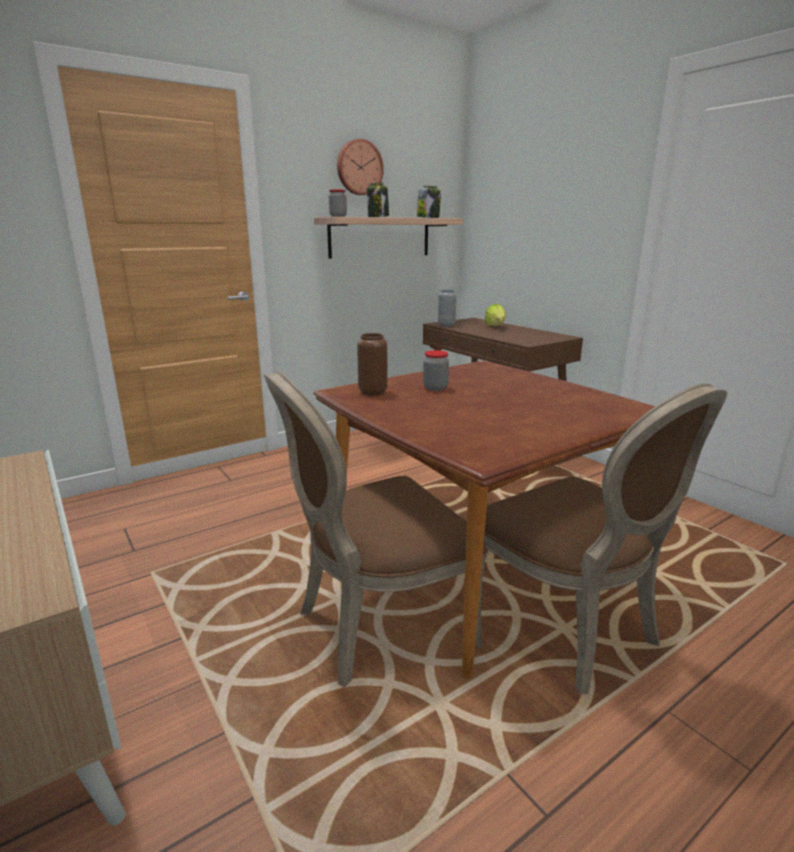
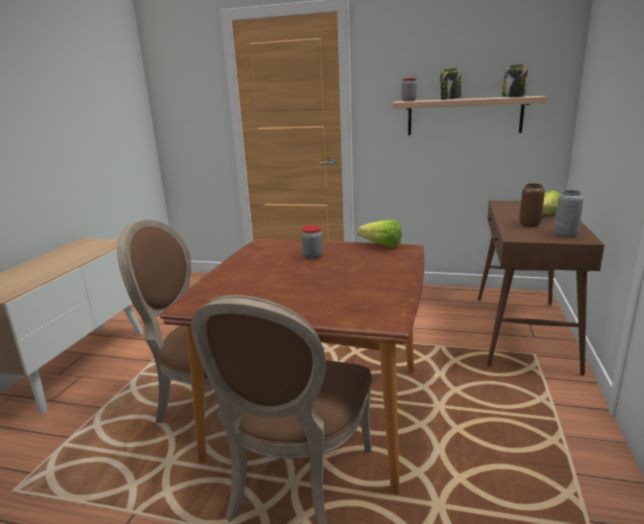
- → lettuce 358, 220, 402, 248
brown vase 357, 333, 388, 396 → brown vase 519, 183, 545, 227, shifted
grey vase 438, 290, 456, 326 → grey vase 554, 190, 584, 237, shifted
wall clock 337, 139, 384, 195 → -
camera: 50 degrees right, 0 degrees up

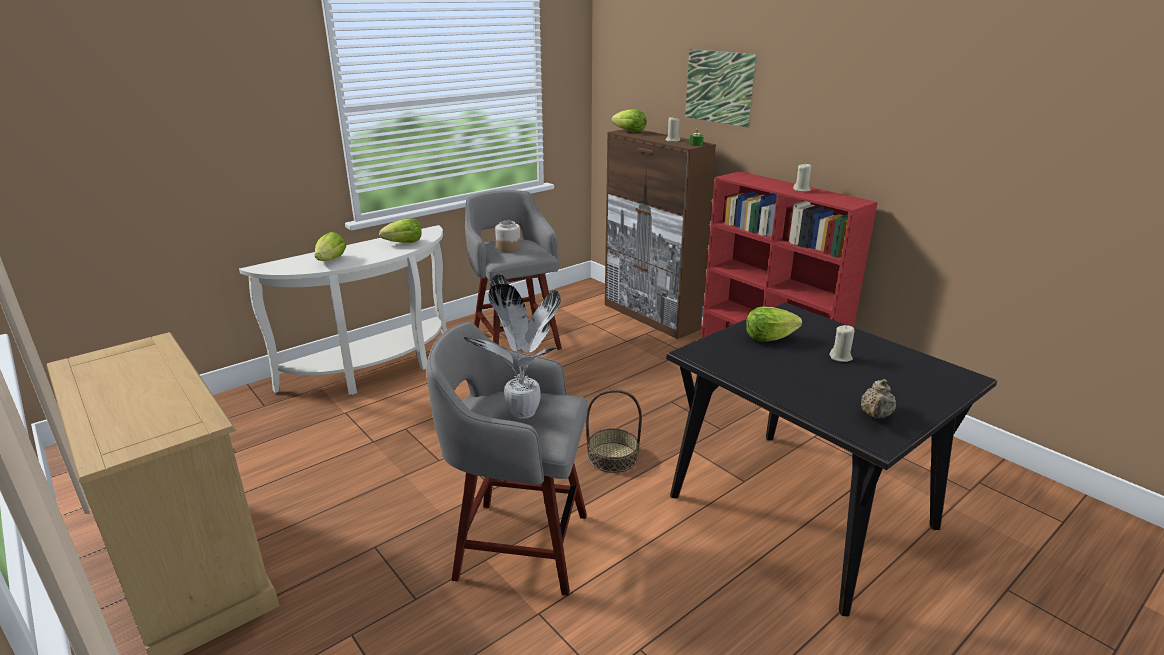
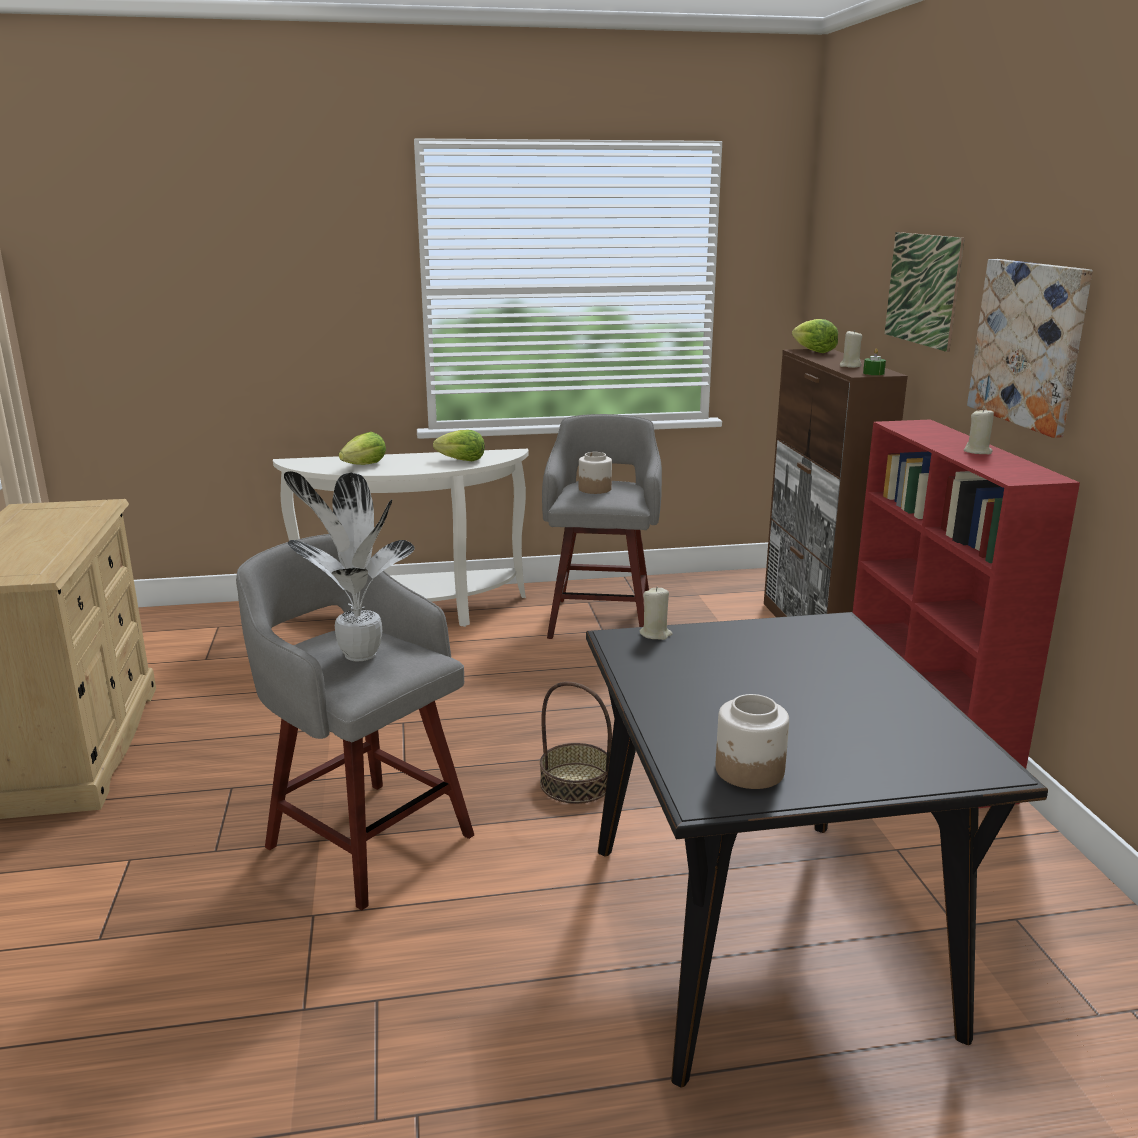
beige candle 830, 325, 854, 362 → beige candle 639, 587, 673, 640, shifted
beige teapot 861, 379, 896, 419 → jar 716, 694, 789, 789
- → picture 967, 259, 1093, 438
lettuce 746, 306, 802, 342 → -
camera: 30 degrees right, 5 degrees down

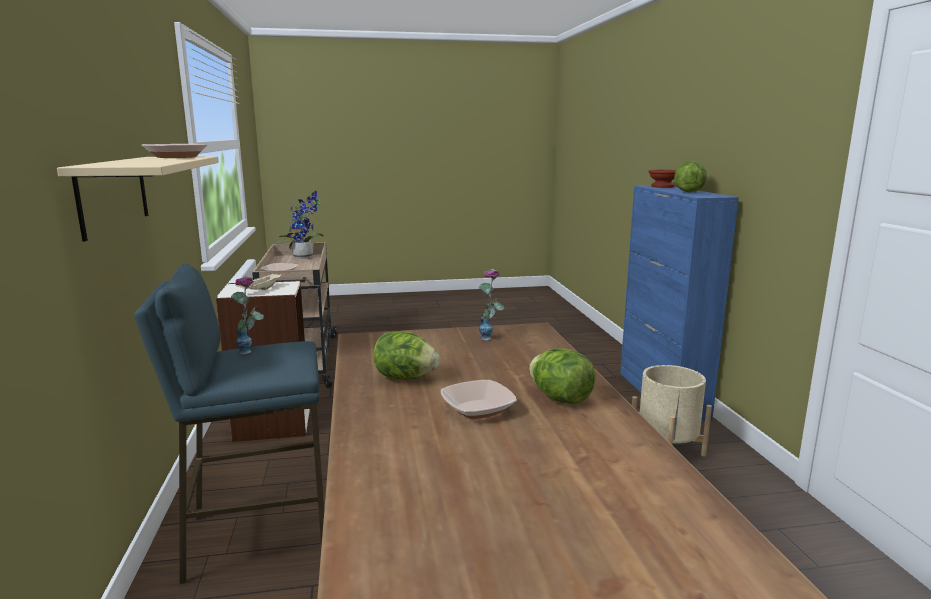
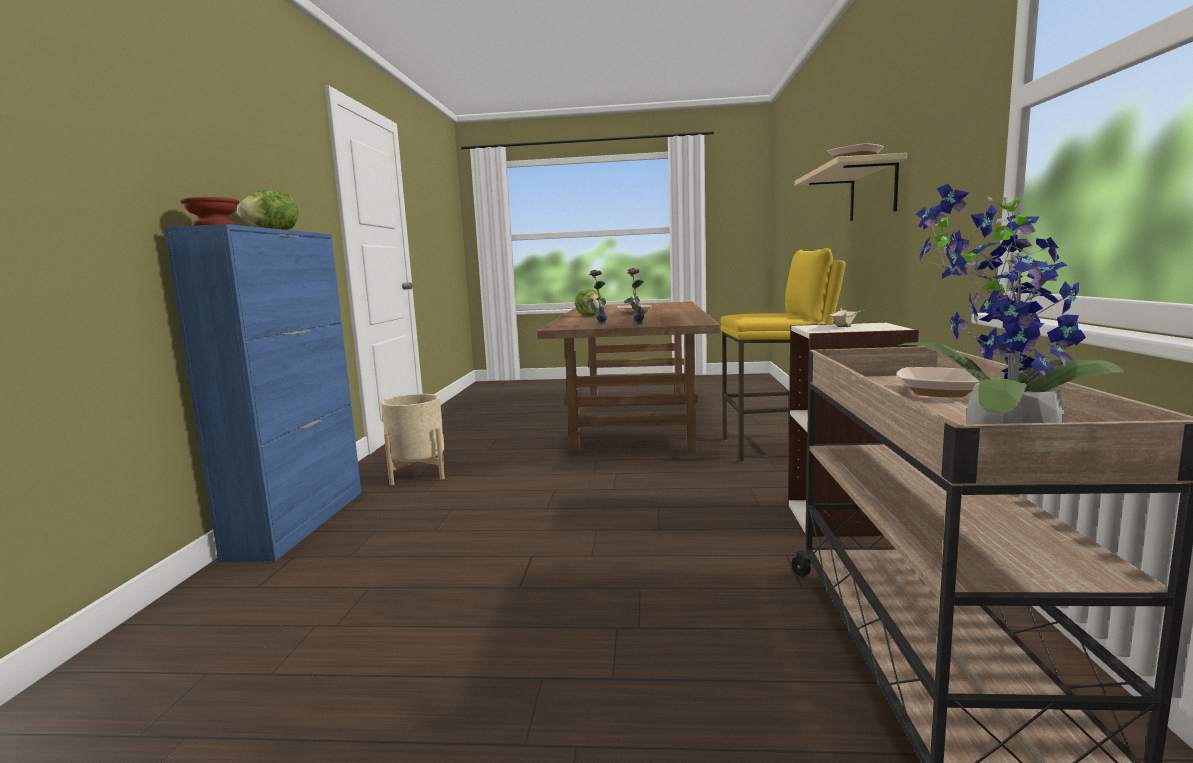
vase 231, 276, 264, 355 → vase 624, 268, 644, 324, shifted
blue stool 134, 263, 324, 584 → yellow stool 720, 248, 846, 462
lettuce 374, 331, 440, 380 → -
camera: 165 degrees left, 5 degrees down

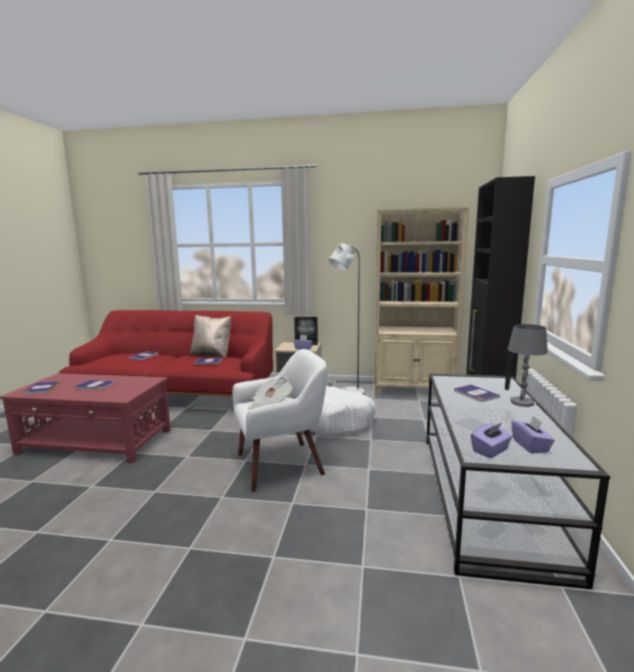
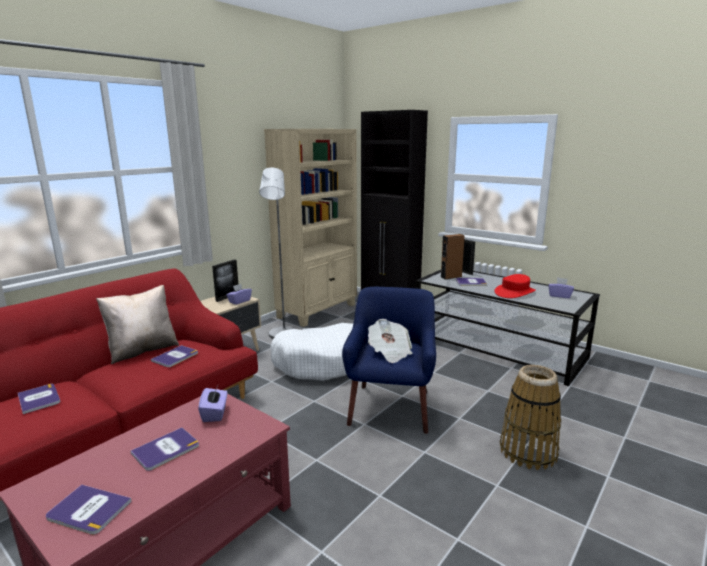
purple tissue box 471, 423, 513, 458 → purple tissue box 198, 388, 227, 422, shifted
white armchair 232, 349, 327, 492 → blue armchair 342, 287, 436, 434
- → brown speaker 441, 234, 465, 279
- → red hat 494, 274, 536, 298
- → basket 500, 365, 561, 470
grey table lamp 508, 324, 548, 407 → -
camera: 60 degrees left, 5 degrees up

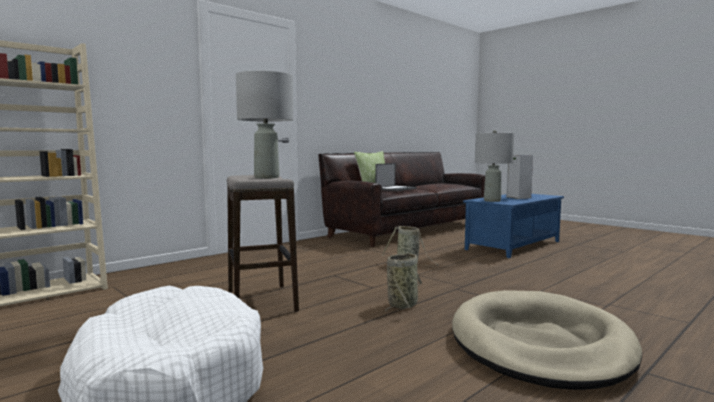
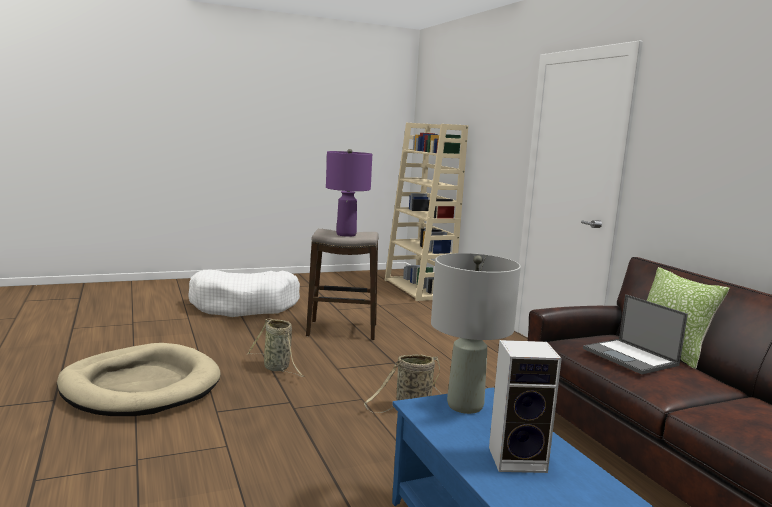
grey table lamp 236, 71, 293, 178 → purple table lamp 326, 149, 372, 237
camera: 110 degrees right, 5 degrees up

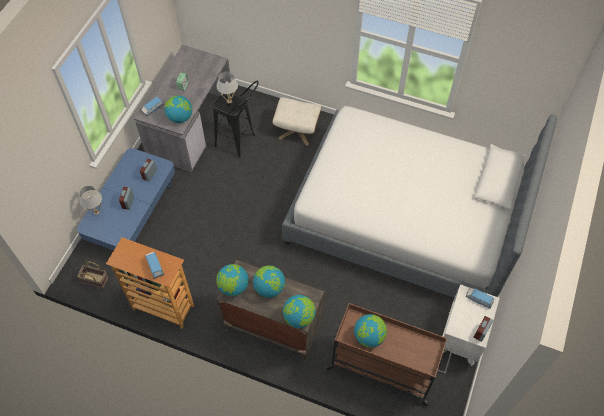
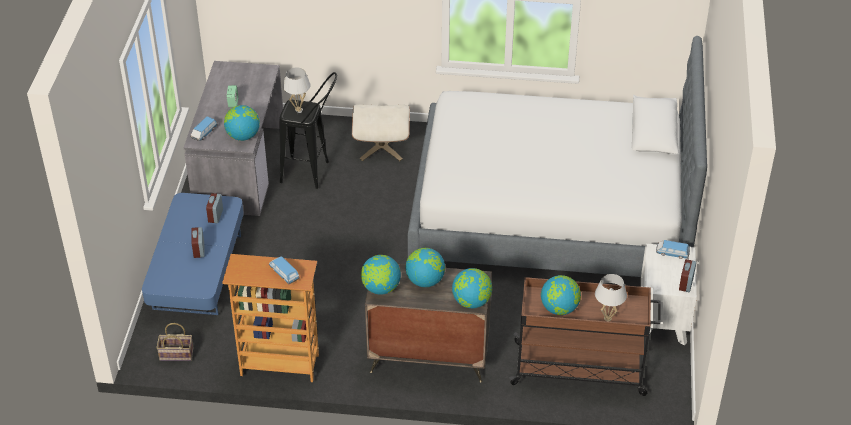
white table lamp 79, 186, 102, 215 → white table lamp 595, 274, 627, 322, shifted
camera: 15 degrees left, 15 degrees down

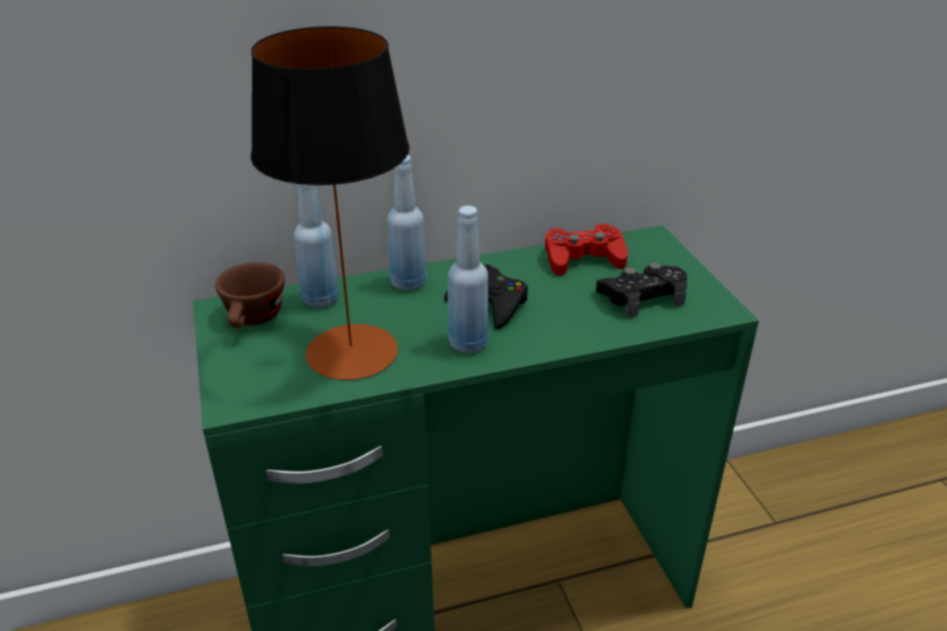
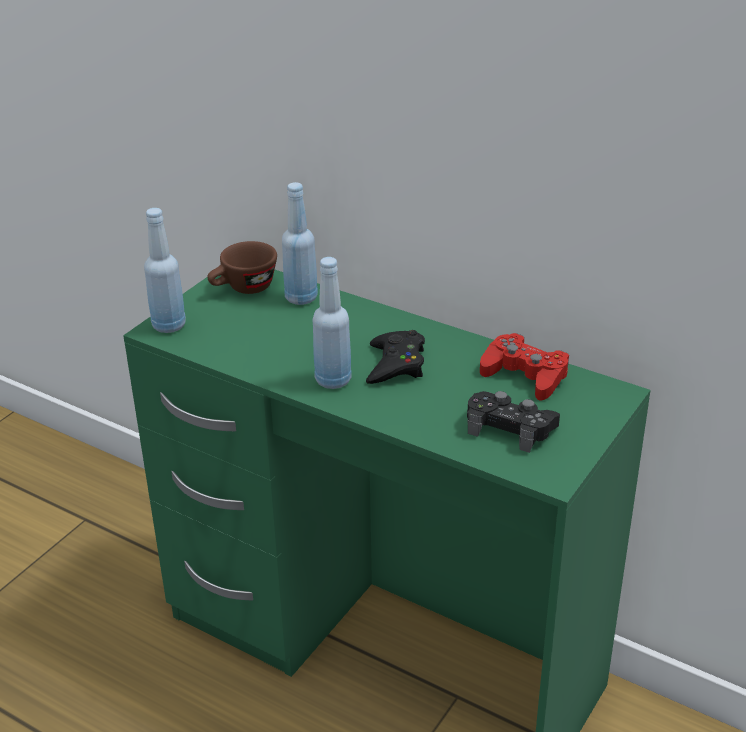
blue bottle 387, 155, 427, 291 → blue bottle 144, 208, 186, 333, shifted
table lamp 251, 26, 410, 380 → -
camera: 50 degrees right, 0 degrees up

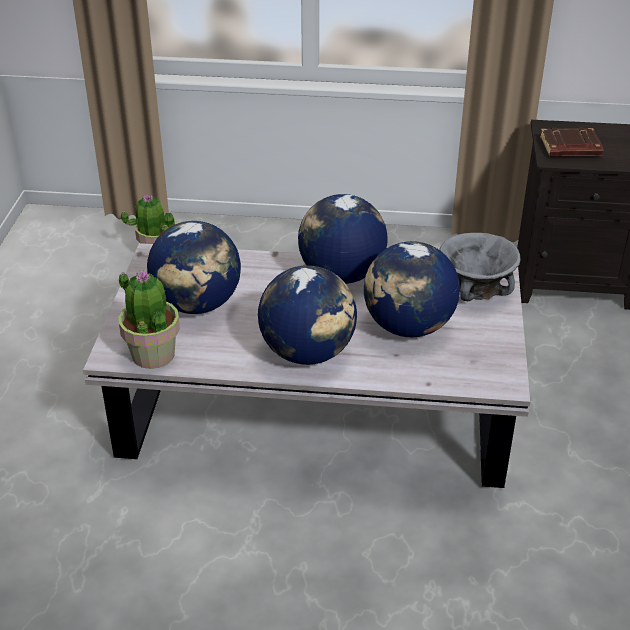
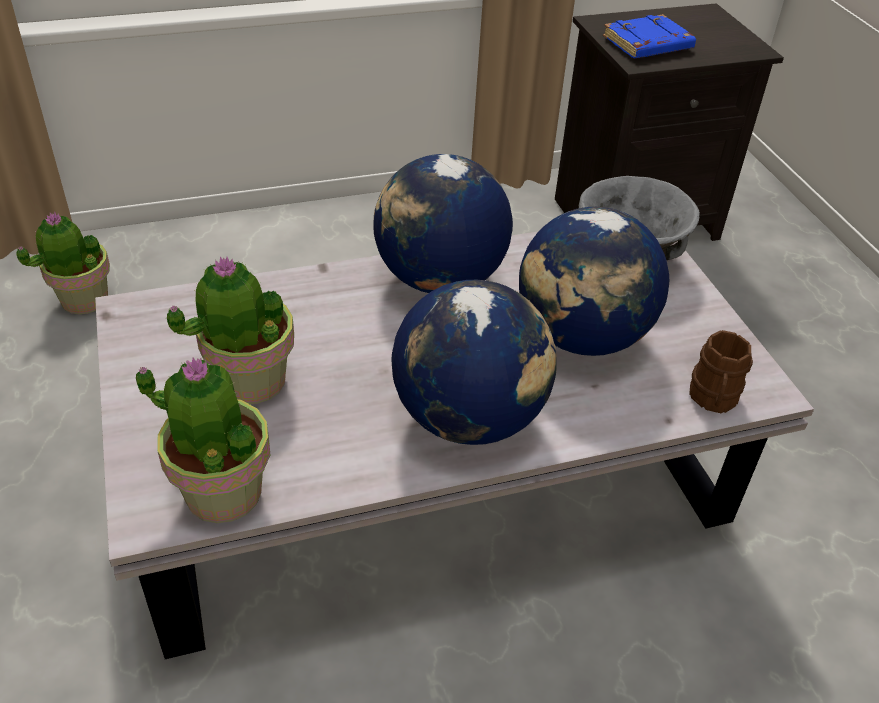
globe 147, 221, 241, 314 → potted plant 167, 257, 294, 404
brown book 540, 127, 604, 157 → blue book 603, 14, 696, 59
- → brown mug 689, 330, 753, 413
camera: 25 degrees left, 5 degrees up

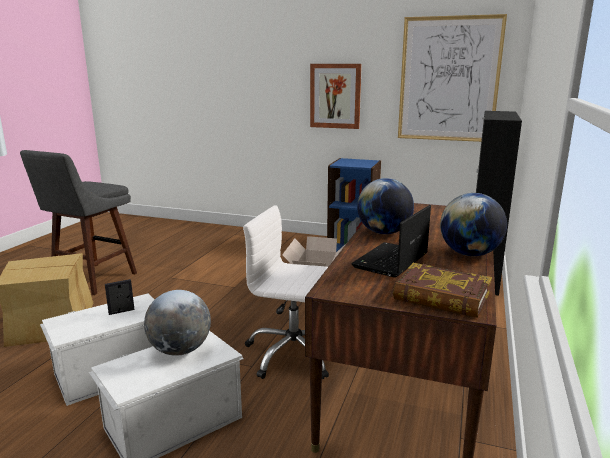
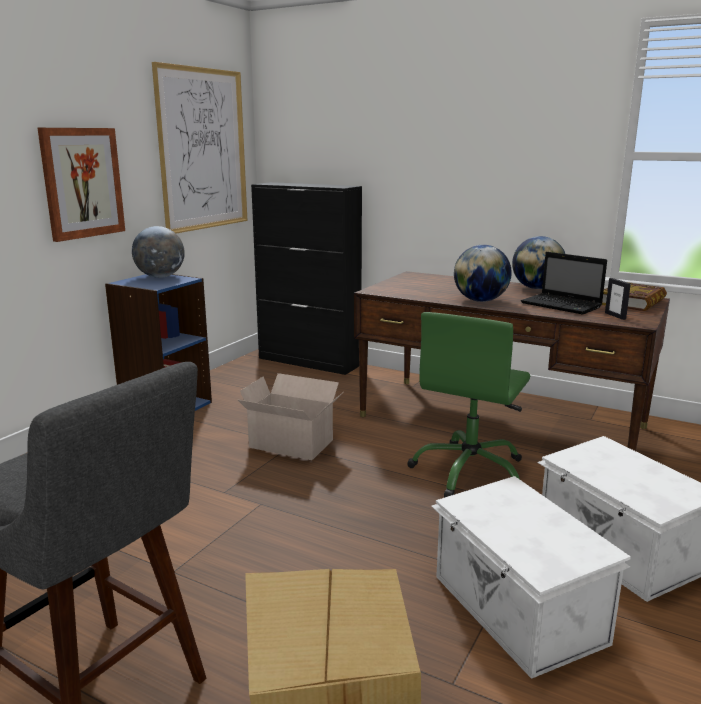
globe 144, 290, 211, 356 → globe 132, 226, 185, 278, shifted
white office chair 243, 205, 329, 379 → green office chair 407, 312, 530, 498
picture frame 105, 279, 135, 315 → picture frame 605, 278, 631, 320, shifted
camera: 80 degrees left, 0 degrees up

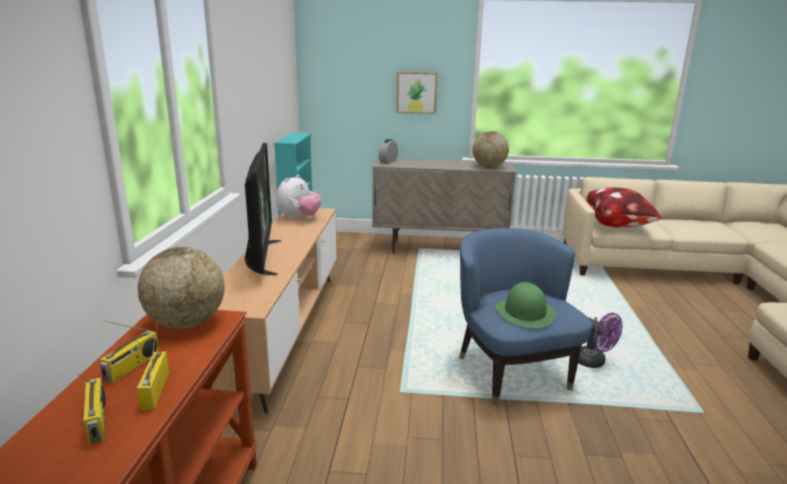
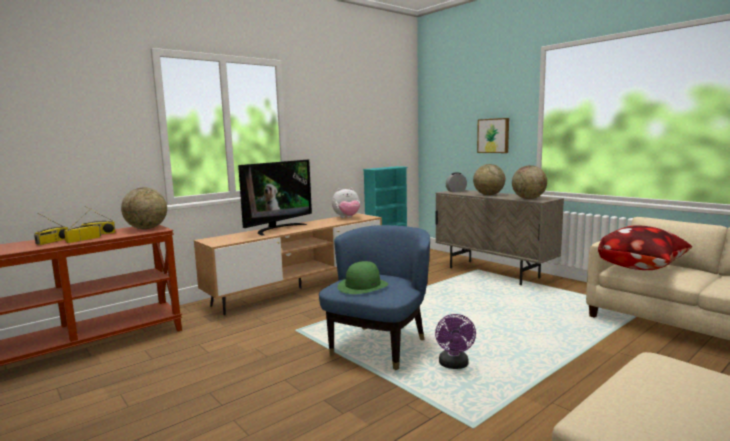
- → globe 473, 164, 505, 195
camera: 45 degrees right, 10 degrees down

